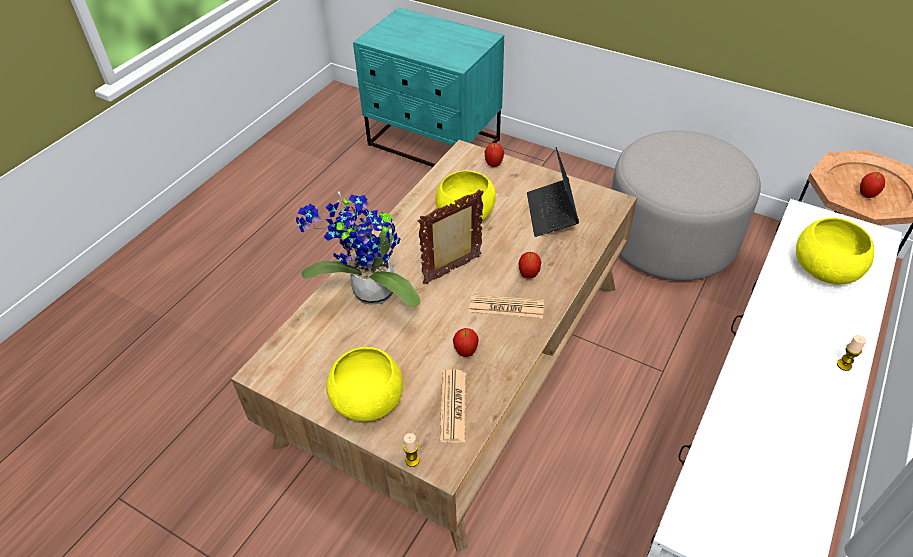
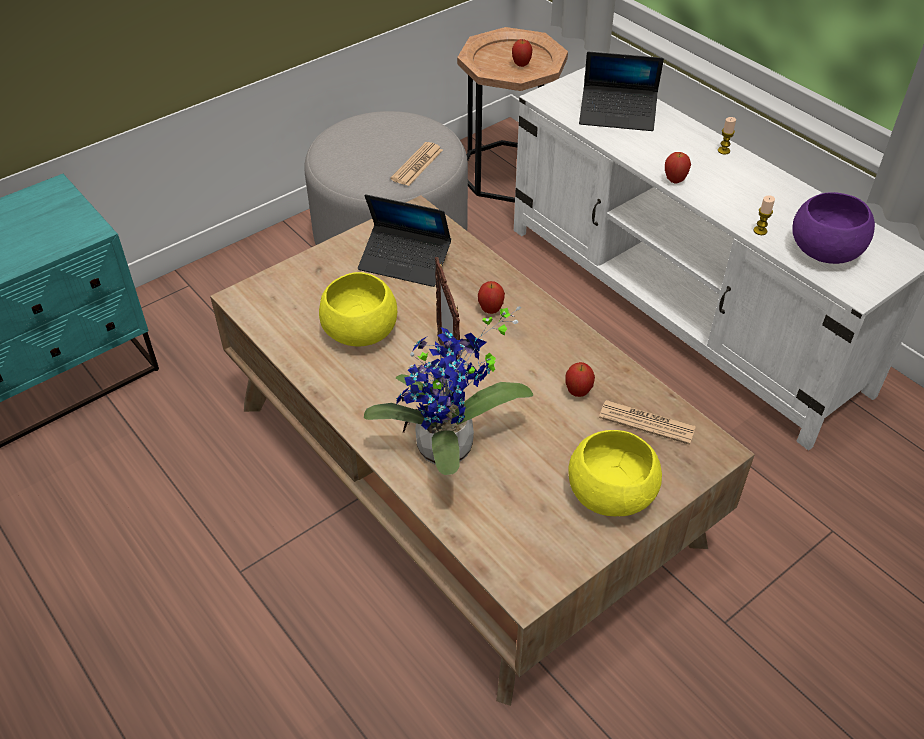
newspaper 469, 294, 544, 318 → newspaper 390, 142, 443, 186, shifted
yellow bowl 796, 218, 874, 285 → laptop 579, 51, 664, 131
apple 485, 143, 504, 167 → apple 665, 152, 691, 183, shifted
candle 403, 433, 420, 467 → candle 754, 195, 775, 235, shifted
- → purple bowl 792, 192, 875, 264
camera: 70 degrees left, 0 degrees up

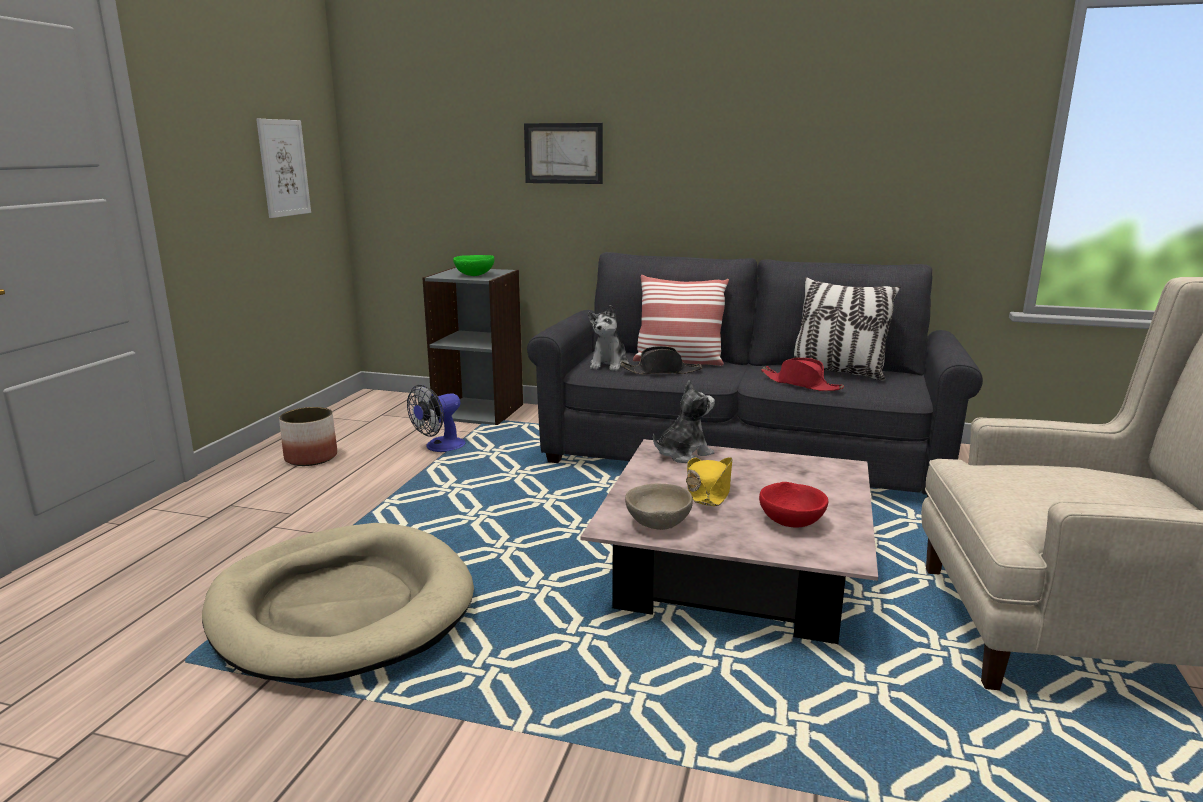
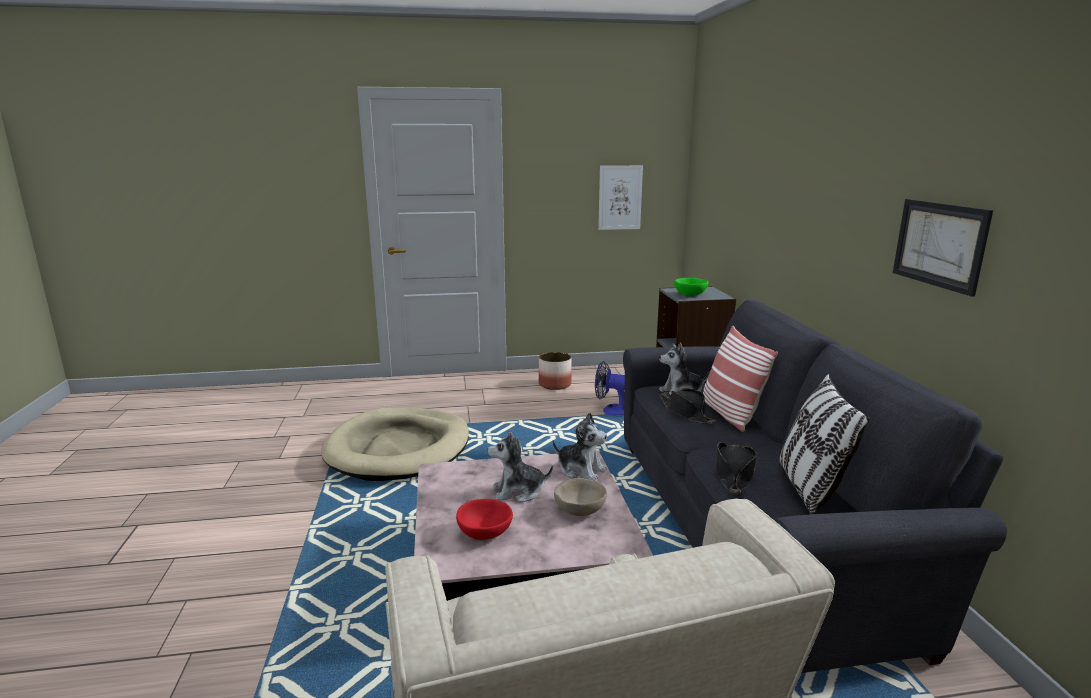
yellow hat 686, 457, 732, 506 → plush toy 487, 430, 553, 503
beige bowl 625, 483, 693, 530 → beige bowl 554, 478, 607, 516, shifted
red hat 761, 357, 844, 391 → black hat 716, 442, 756, 493
picture 524, 123, 603, 184 → picture 893, 199, 993, 297, shifted
camera: 65 degrees right, 0 degrees up

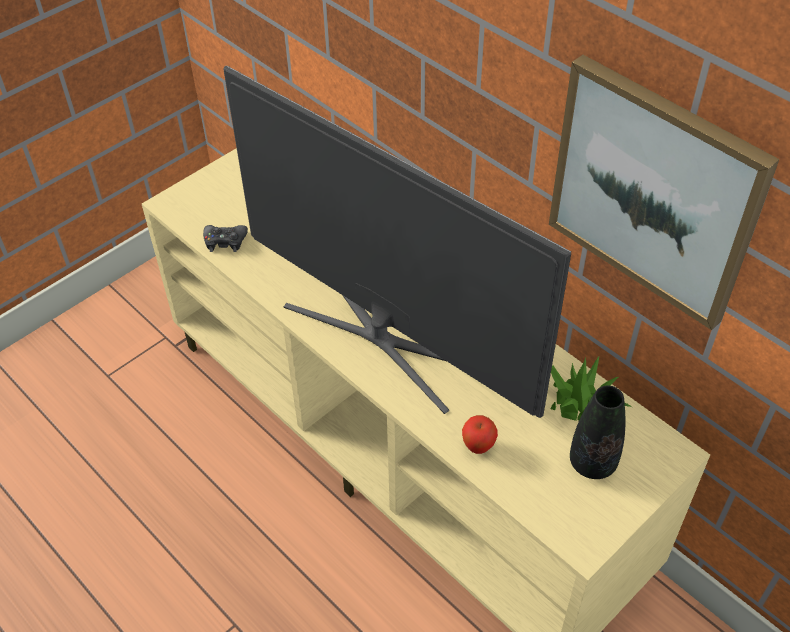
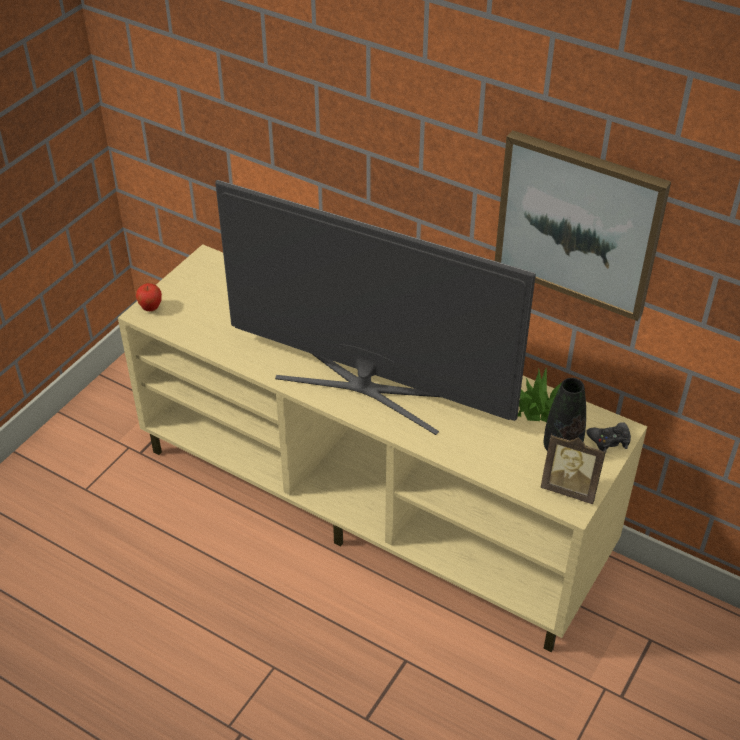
apple 462, 415, 498, 454 → apple 136, 283, 162, 311, shifted
- → picture frame 540, 434, 606, 504
black game controller 203, 225, 248, 252 → black game controller 586, 422, 631, 451, shifted
camera: 15 degrees left, 5 degrees down

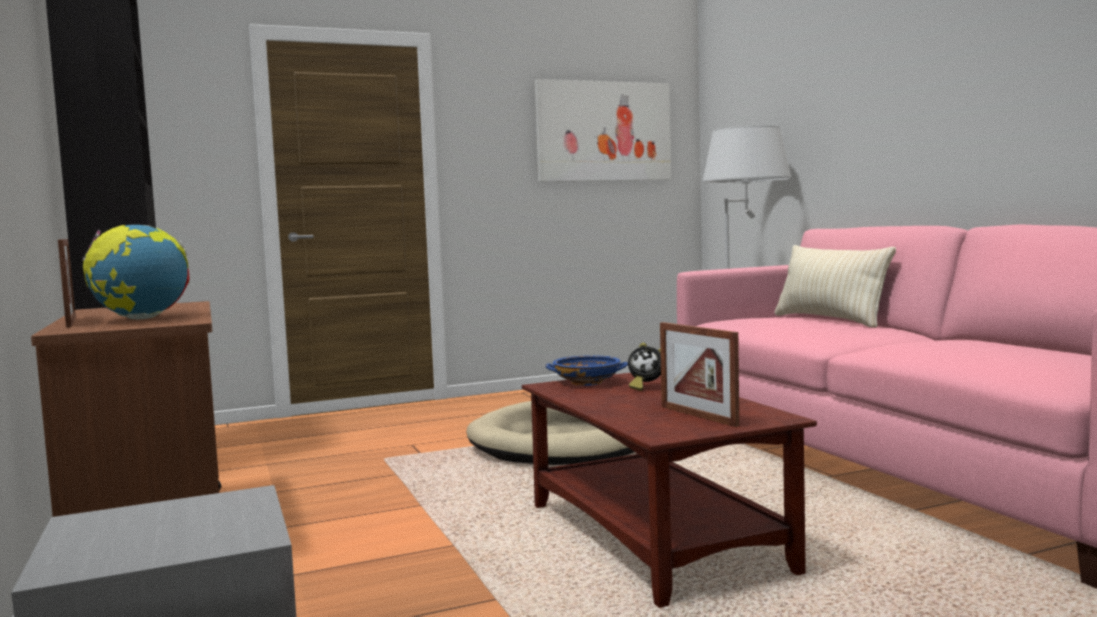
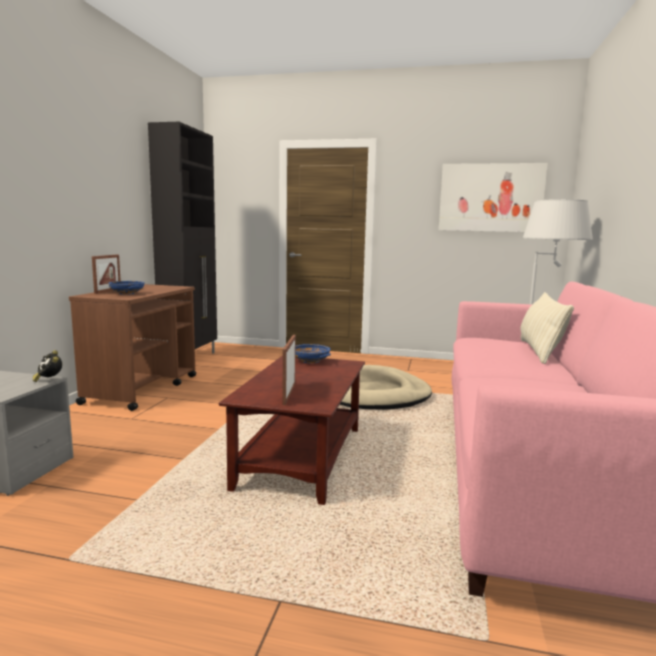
alarm clock 628, 343, 661, 391 → alarm clock 33, 350, 62, 382, shifted
globe 82, 225, 190, 319 → blue bowl 108, 281, 145, 295
camera: 35 degrees right, 5 degrees up

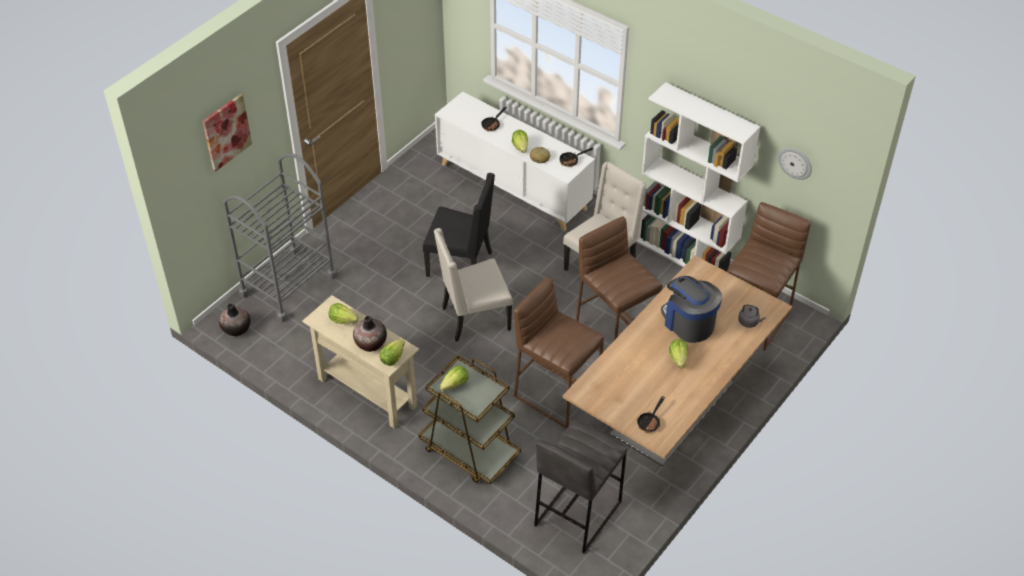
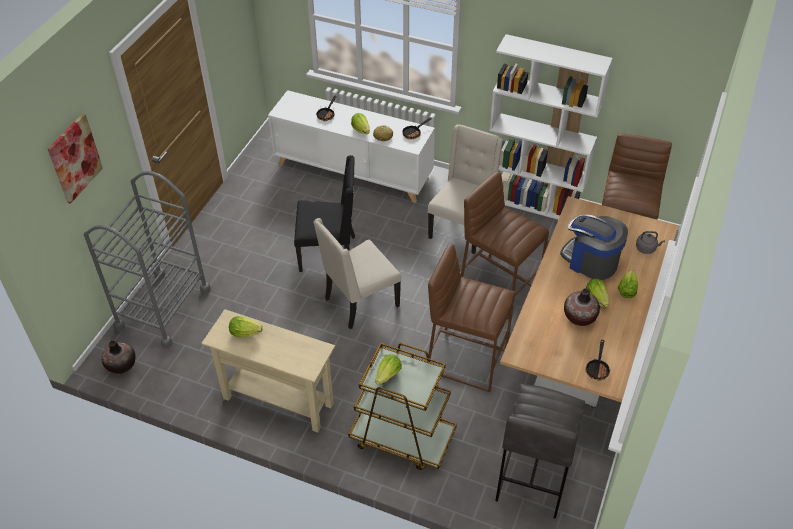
vase 353, 316, 387, 352 → vase 564, 288, 600, 326, shifted
lettuce 379, 339, 405, 366 → lettuce 618, 270, 638, 298, shifted
wall clock 778, 148, 812, 180 → -
camera: 15 degrees left, 0 degrees up

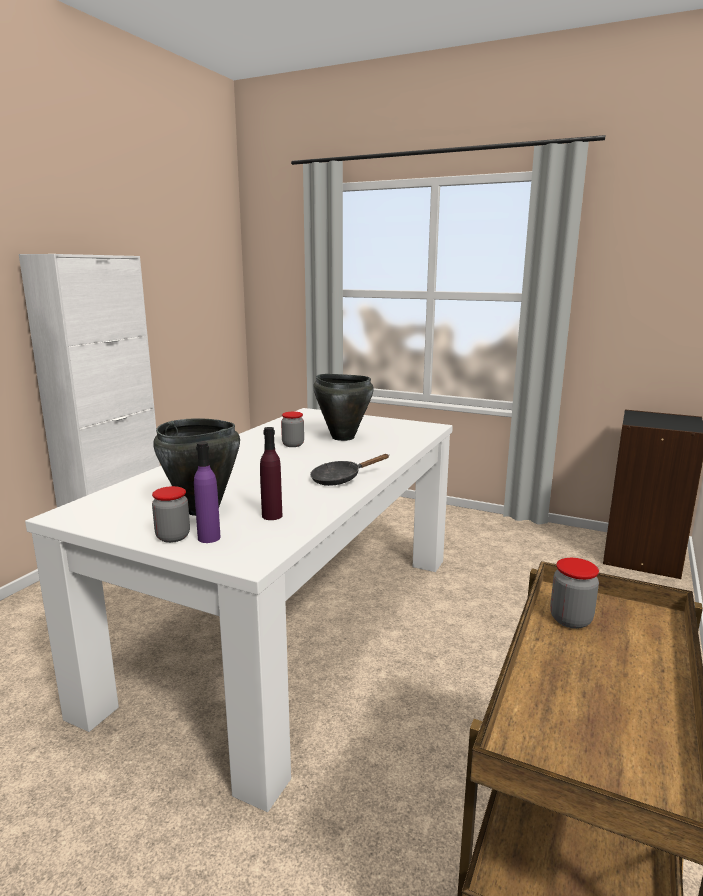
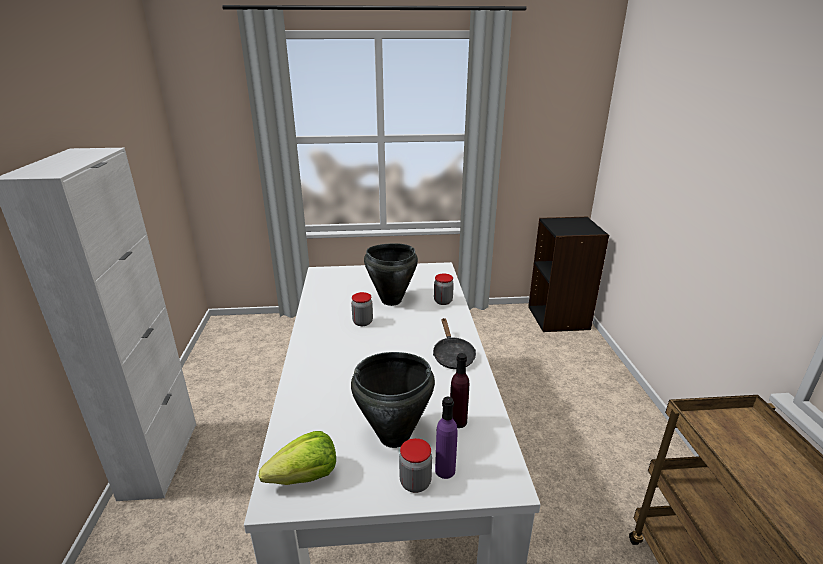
- → lettuce 259, 431, 336, 485
black frying pan 310, 454, 389, 486 → black frying pan 433, 318, 476, 369, 45 degrees counterclockwise
jar 550, 558, 599, 629 → jar 434, 273, 454, 305, shifted
camera: 30 degrees left, 10 degrees up

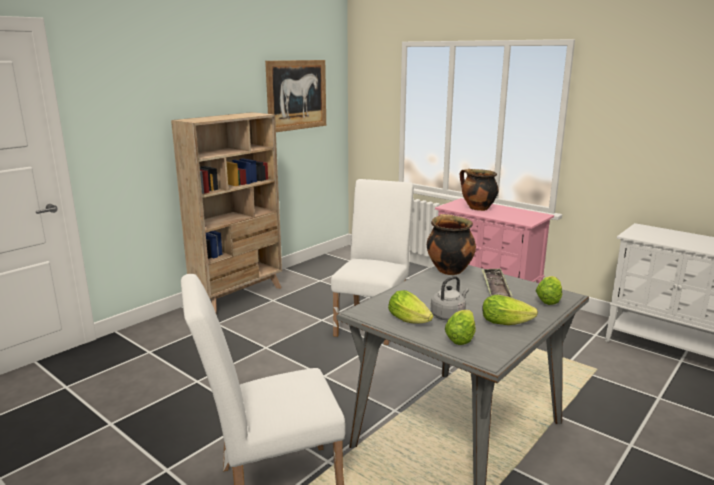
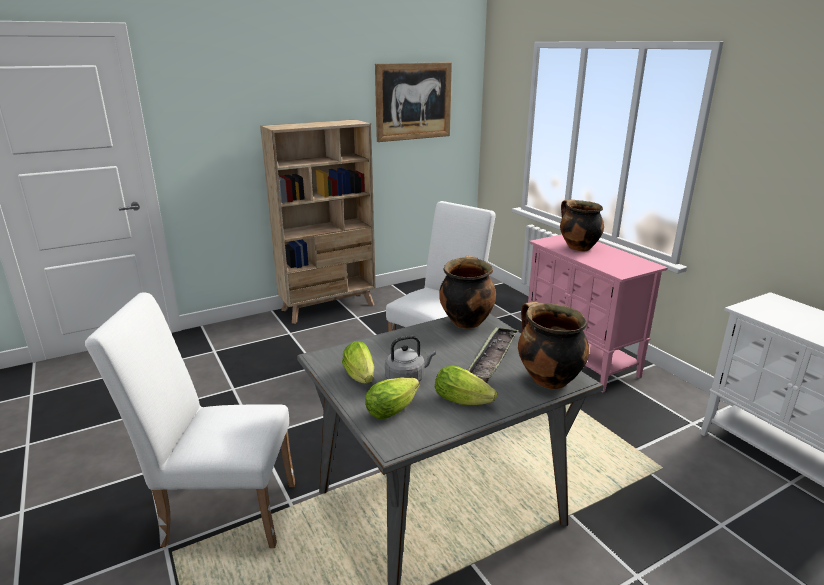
lettuce 536, 276, 562, 305 → cooking pot 518, 302, 589, 389
camera: 20 degrees right, 5 degrees up

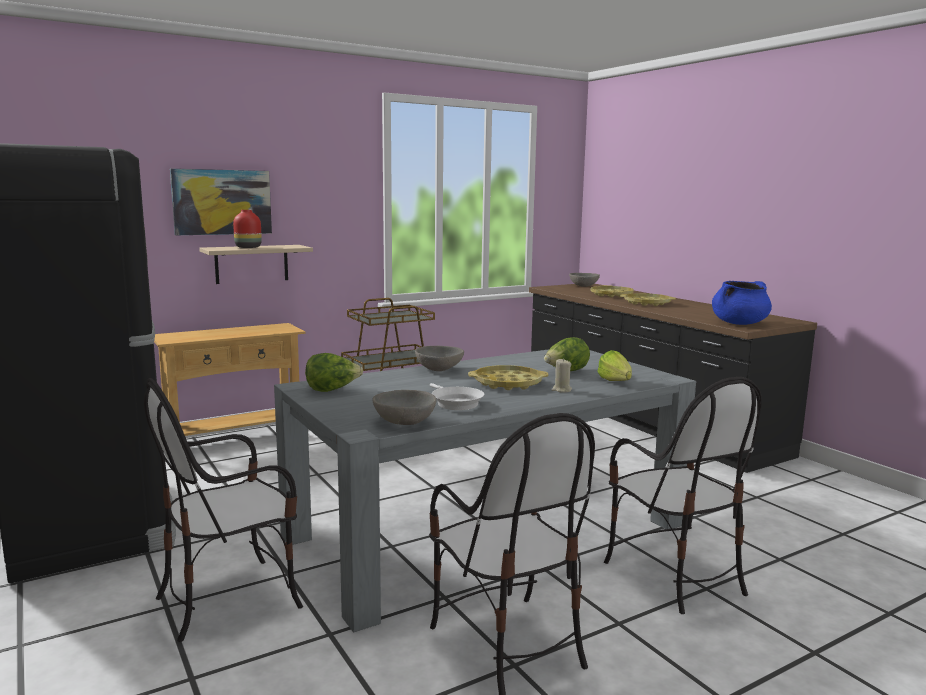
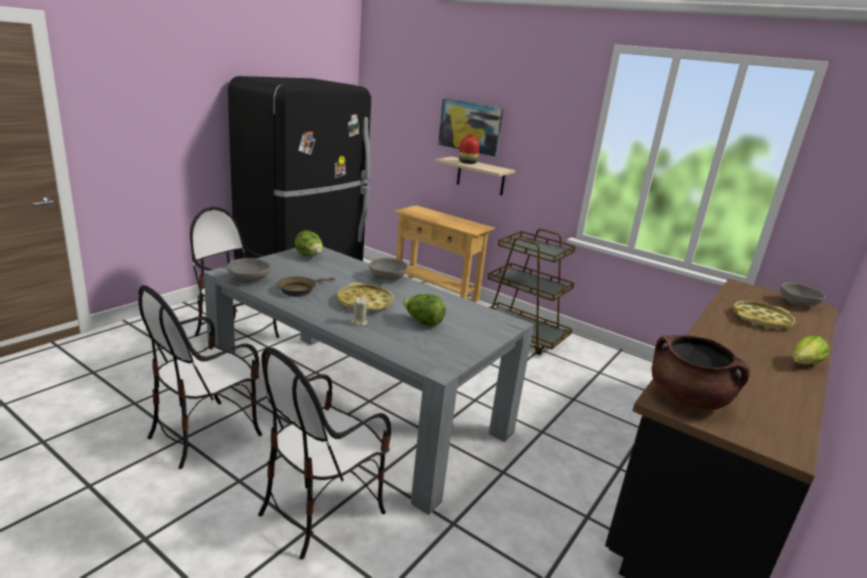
white frying pan 430, 383, 484, 410 → brown frying pan 277, 276, 335, 297
blue cooking pot 712, 281, 772, 325 → brown cooking pot 652, 335, 750, 410
lettuce 597, 350, 632, 381 → lettuce 793, 336, 829, 364, shifted
yellow tray 620, 293, 676, 306 → -
camera: 65 degrees right, 10 degrees up

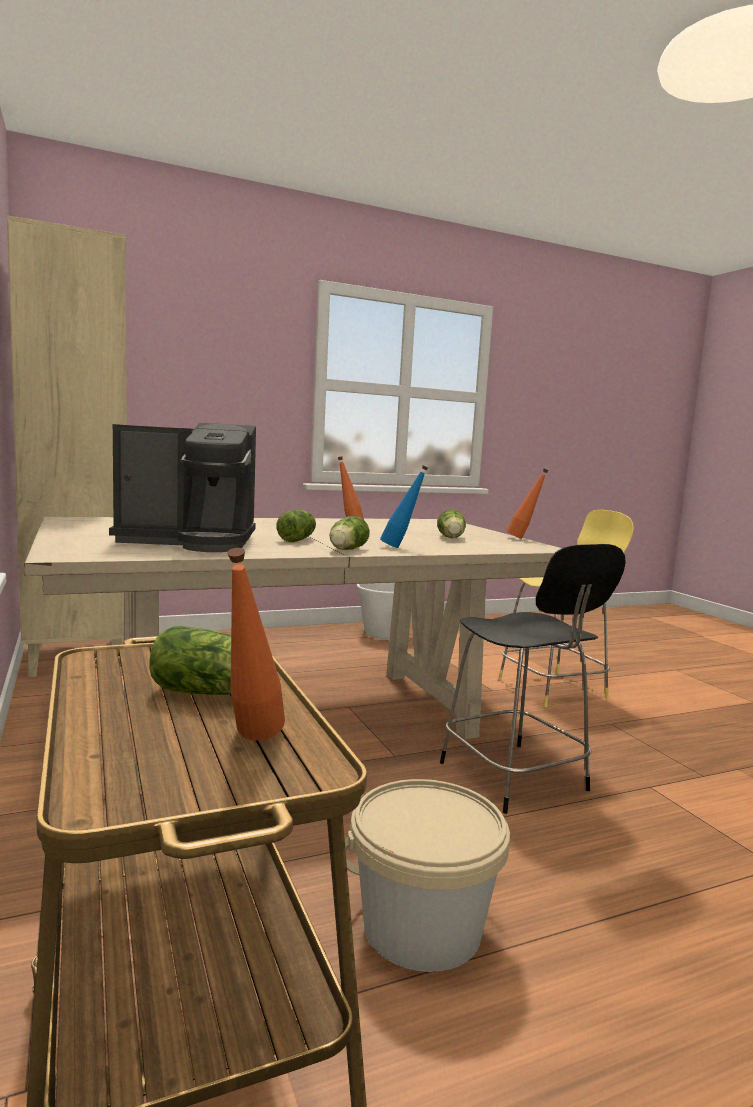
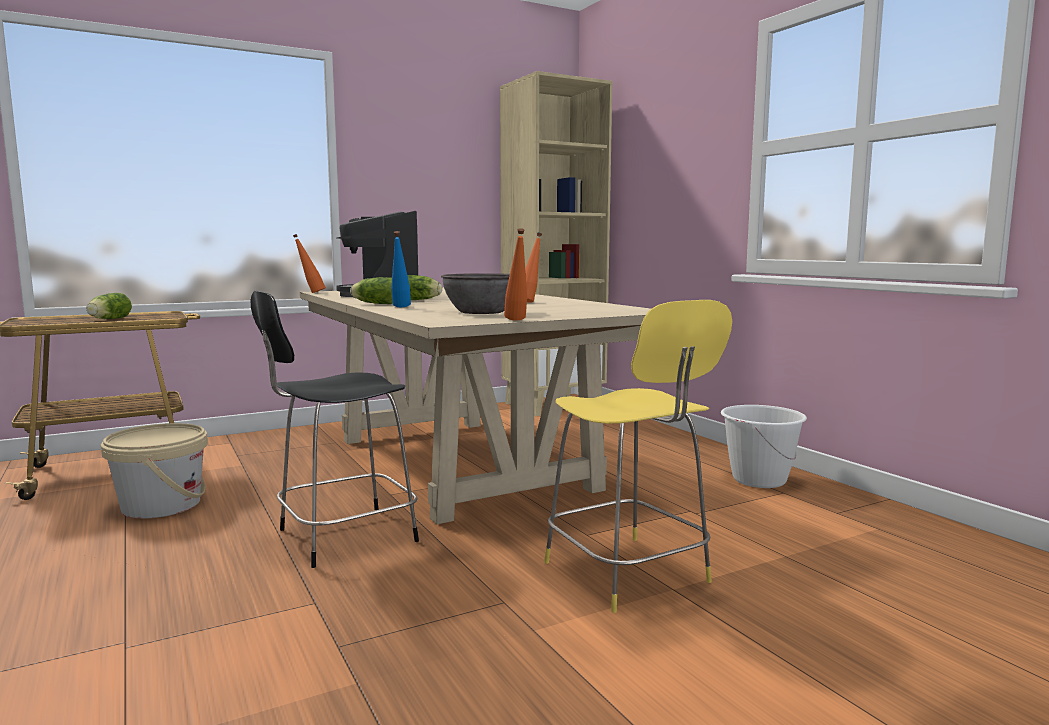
orange bottle 227, 548, 285, 741 → orange bottle 293, 234, 326, 293, shifted
lettuce 437, 509, 466, 538 → grey bowl 441, 273, 510, 314
camera: 85 degrees right, 0 degrees up

